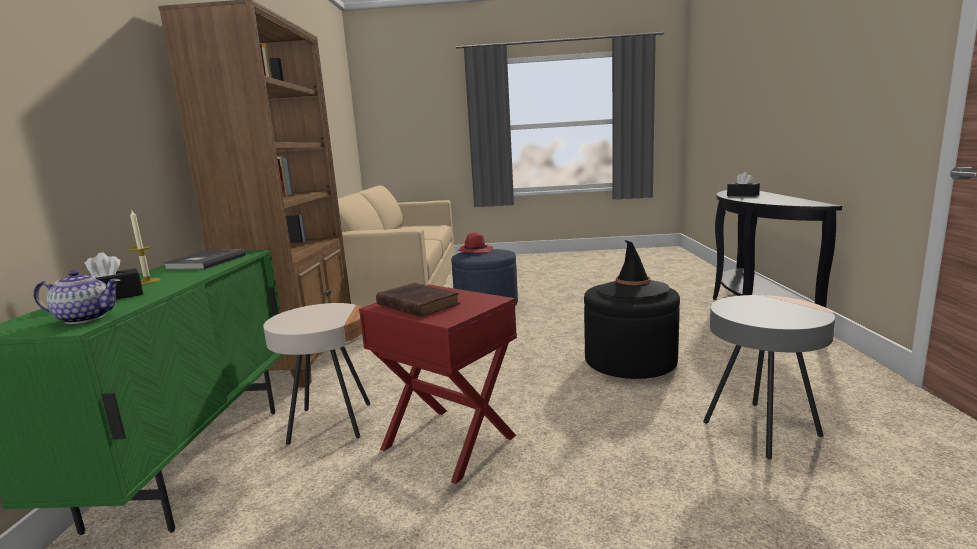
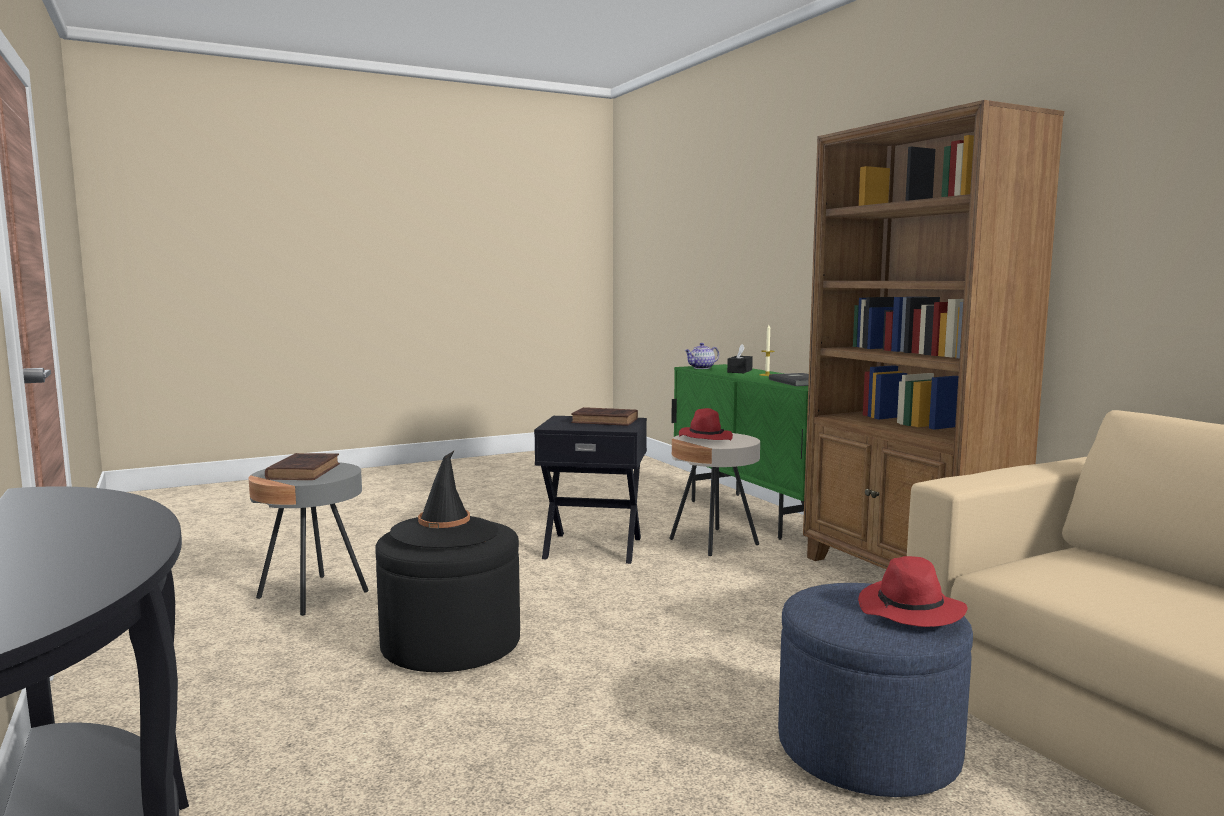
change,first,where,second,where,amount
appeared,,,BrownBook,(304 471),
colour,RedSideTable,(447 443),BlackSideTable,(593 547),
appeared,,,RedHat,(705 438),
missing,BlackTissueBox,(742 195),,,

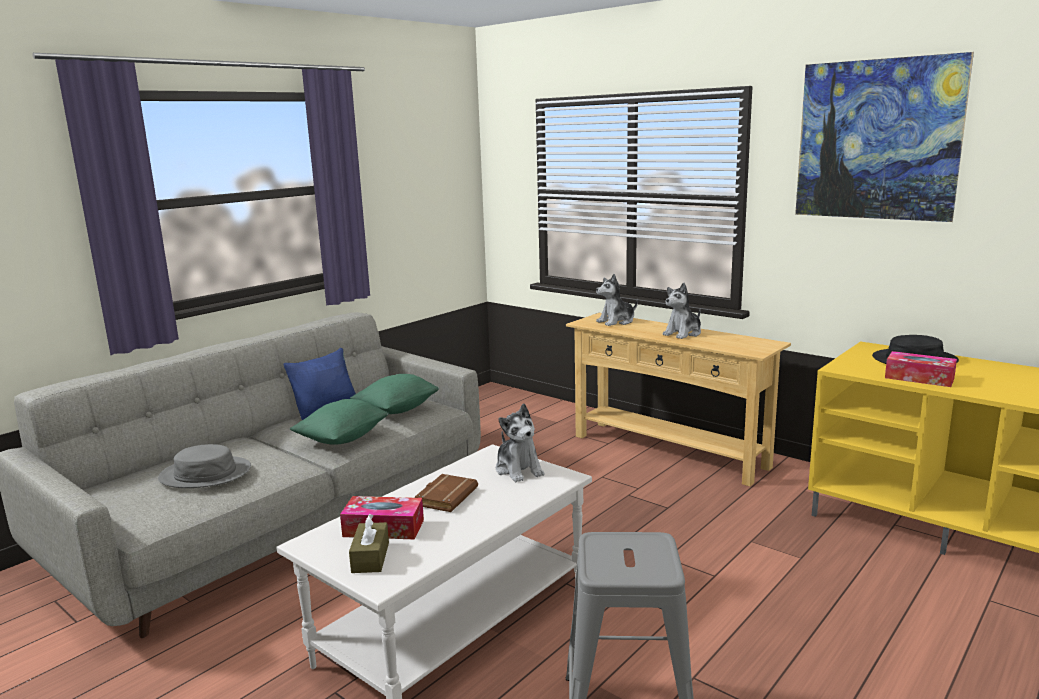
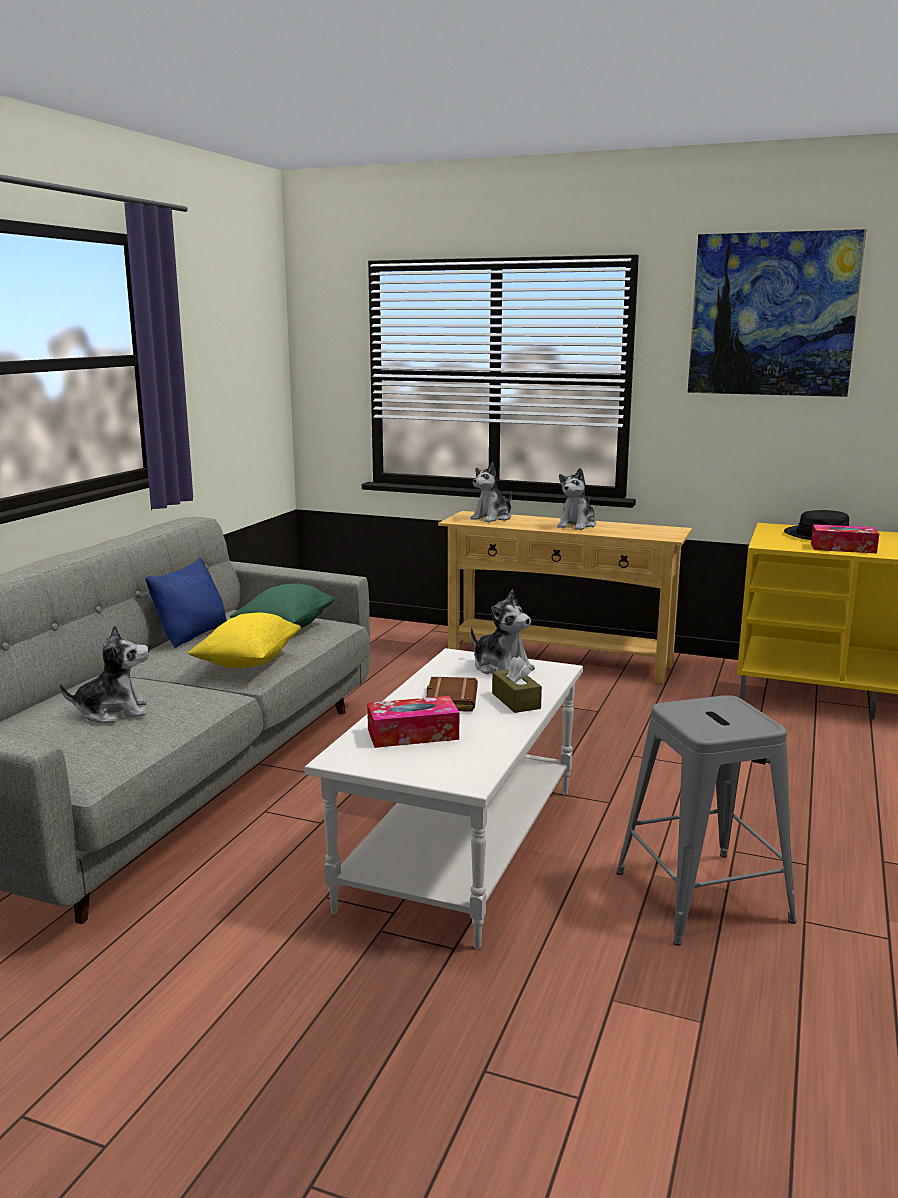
change,first,where,second,where,amount
exchanged,GreyHat,(205 474),PlushToy,(113 712),
colour,GreenPillow,(342 439),YellowPillow,(248 662),
relocated,BrownTissueBox,(370 557),,(516 701),

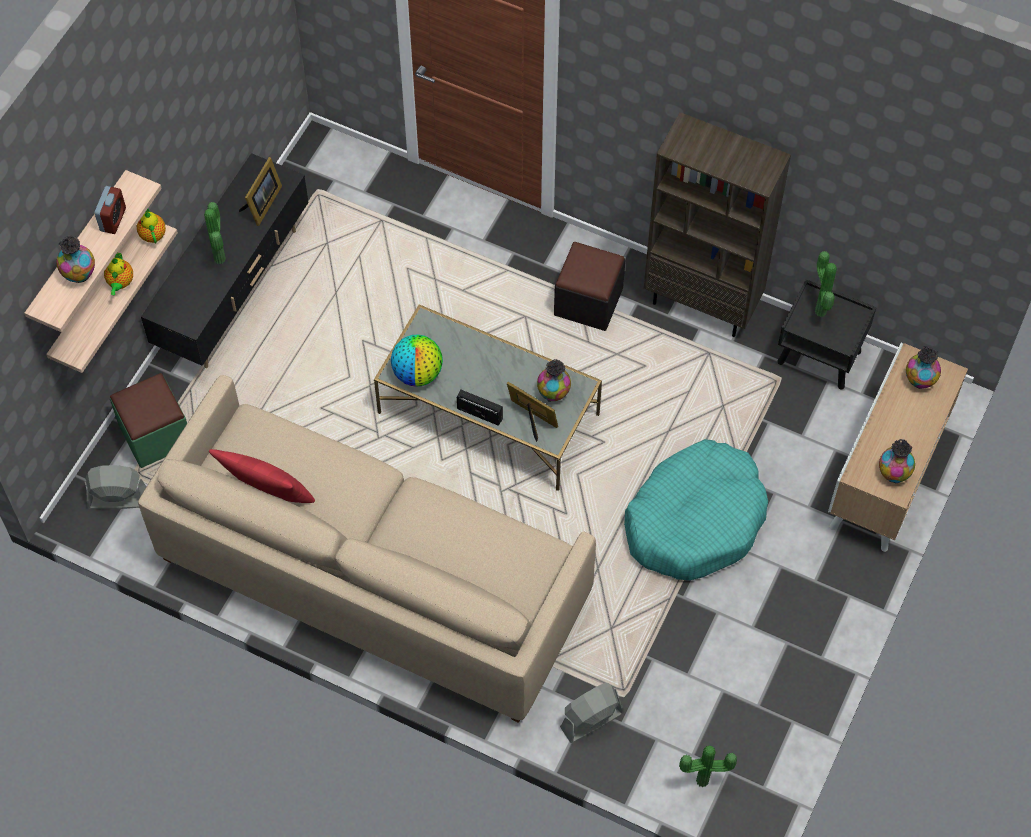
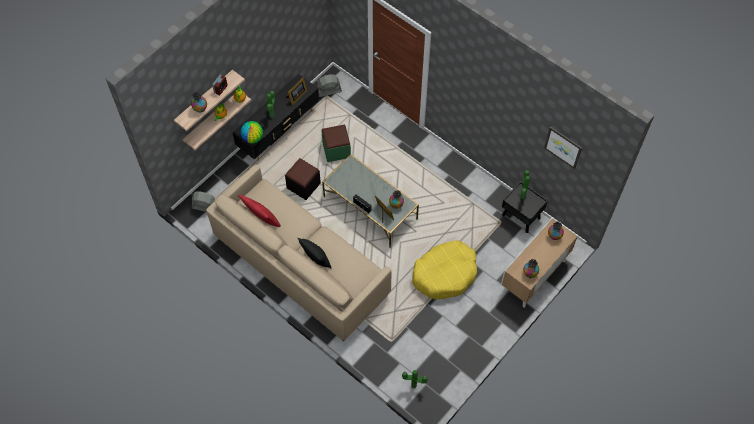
change,first,where,second,where,amount
relocated,Globe,(418 373),,(253 138),
relocated,BlackOttoman,(588 301),,(303 185),
appeared,,,BlackPillow,(316 259),
relocated,GreyFan,(591 720),,(329 91),
relocated,GreenOttoman,(155 434),,(336 150),
colour,TurquoiseDogBed,(695 519),YellowDogBed,(445 274),
appeared,,,Picture,(563 147),
missing,BrownBookcase,(703 303),,,

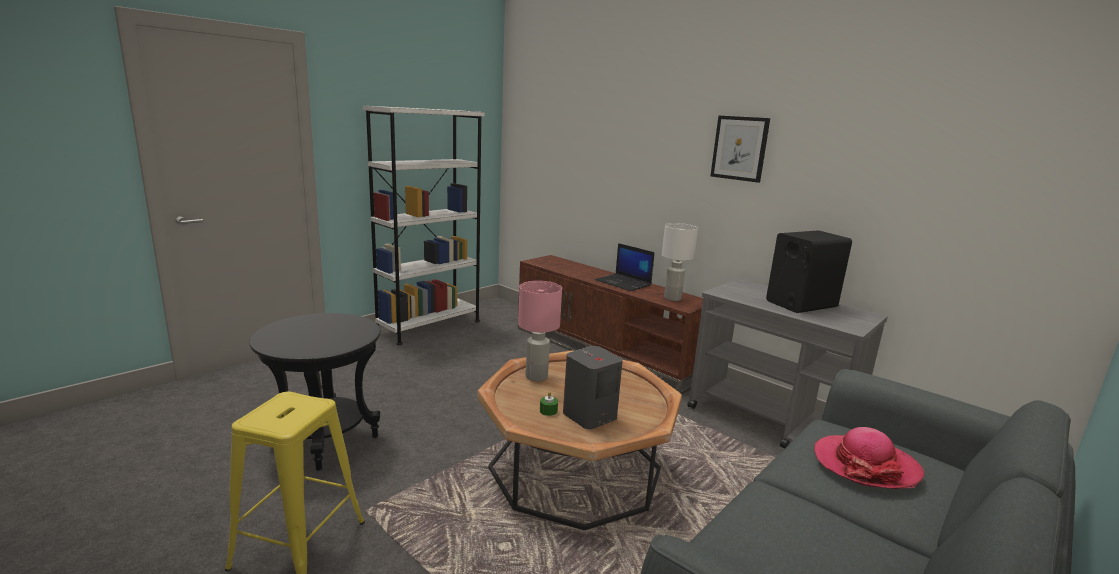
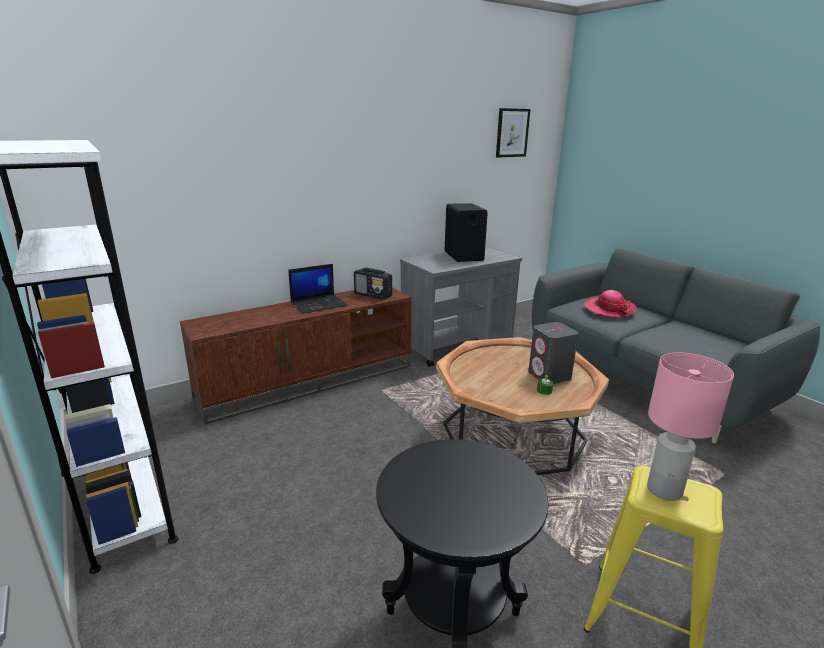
change,first,where,second,where,amount
exchanged,WhiteTableLamp,(673 298),Radio,(373 295),
relocated,Picture,(739 148),,(512 133),
relocated,PinkTableLamp,(536 377),,(665 490),

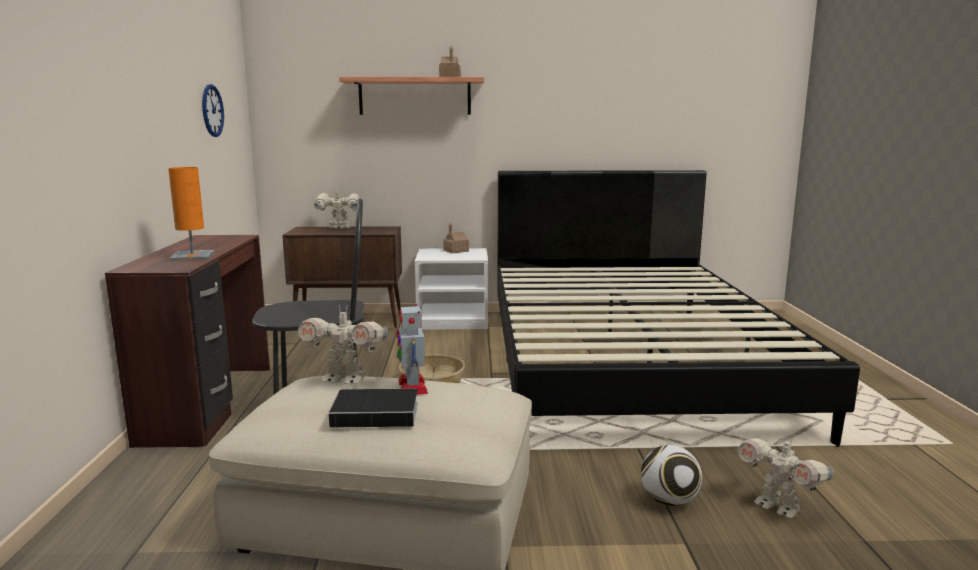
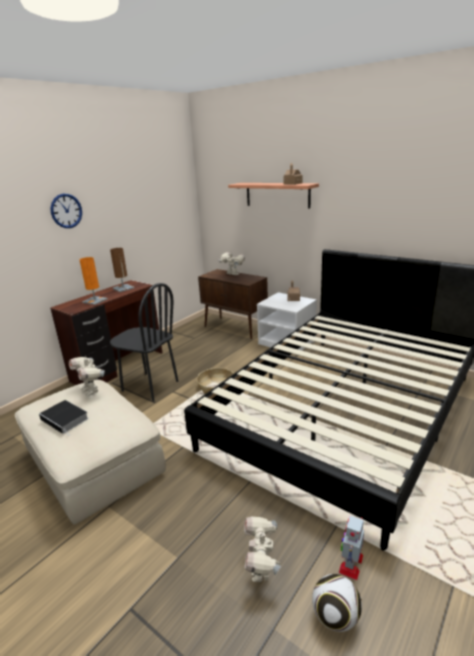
change,first,where,second,where,amount
relocated,WallClock,(212 110),,(66 211),
appeared,,,BrownTableLamp,(123 288),
relocated,Football,(669 501),,(335 617),
relocated,ToyRobot,(412 386),,(351 563),

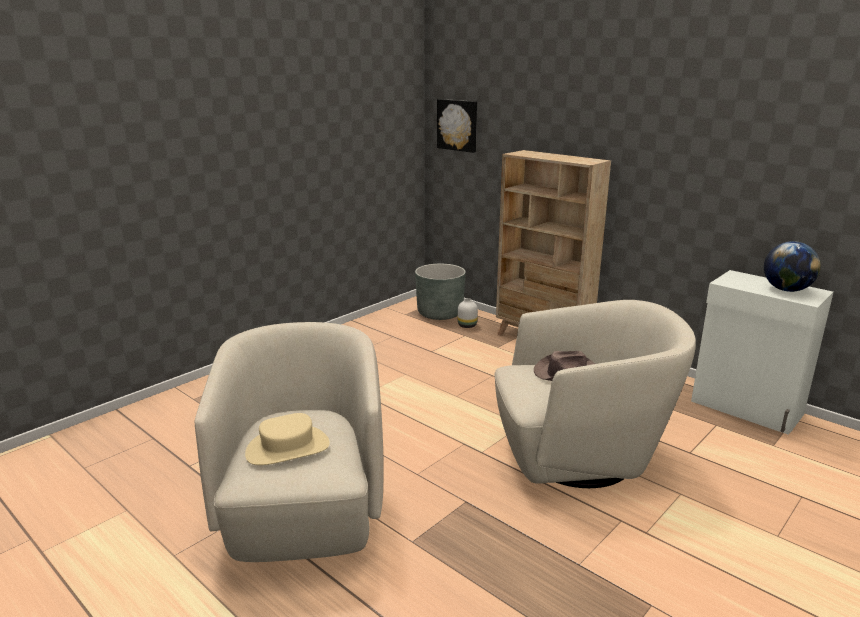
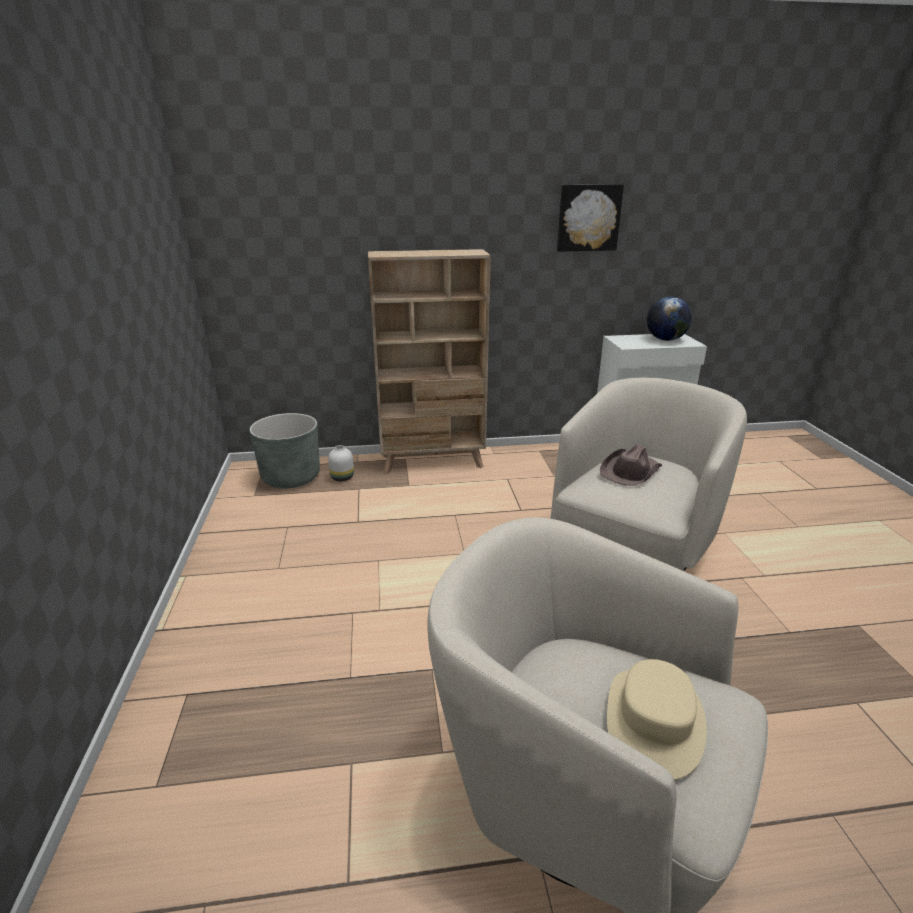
change,first,where,second,where,amount
relocated,Picture,(458 125),,(588 218),

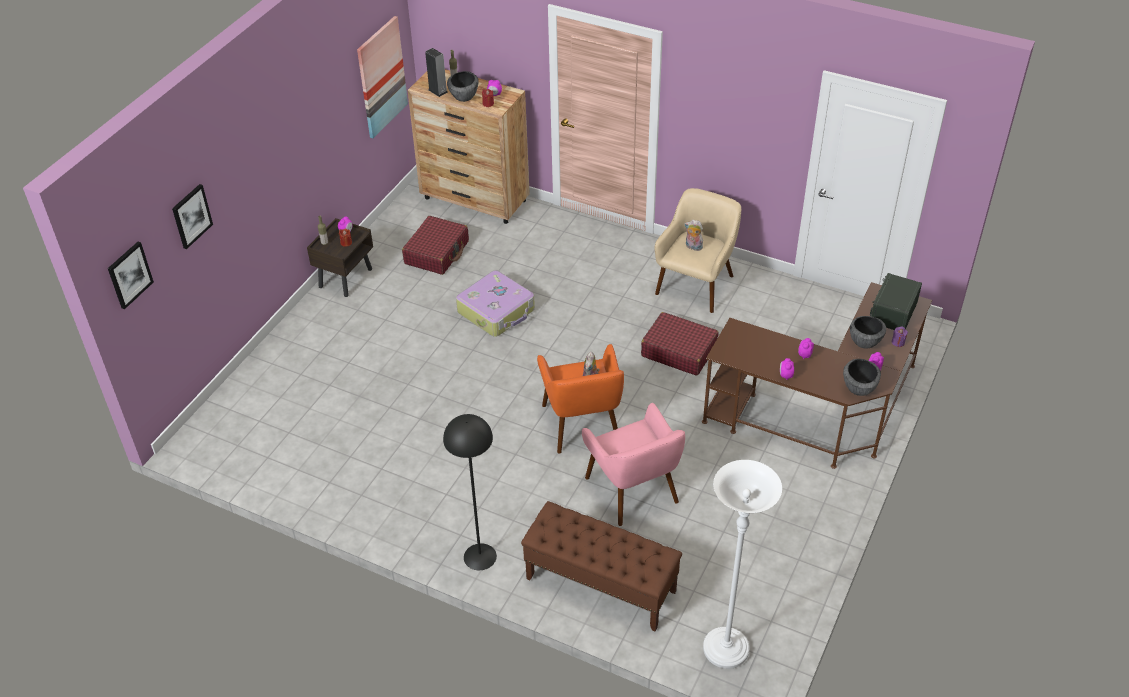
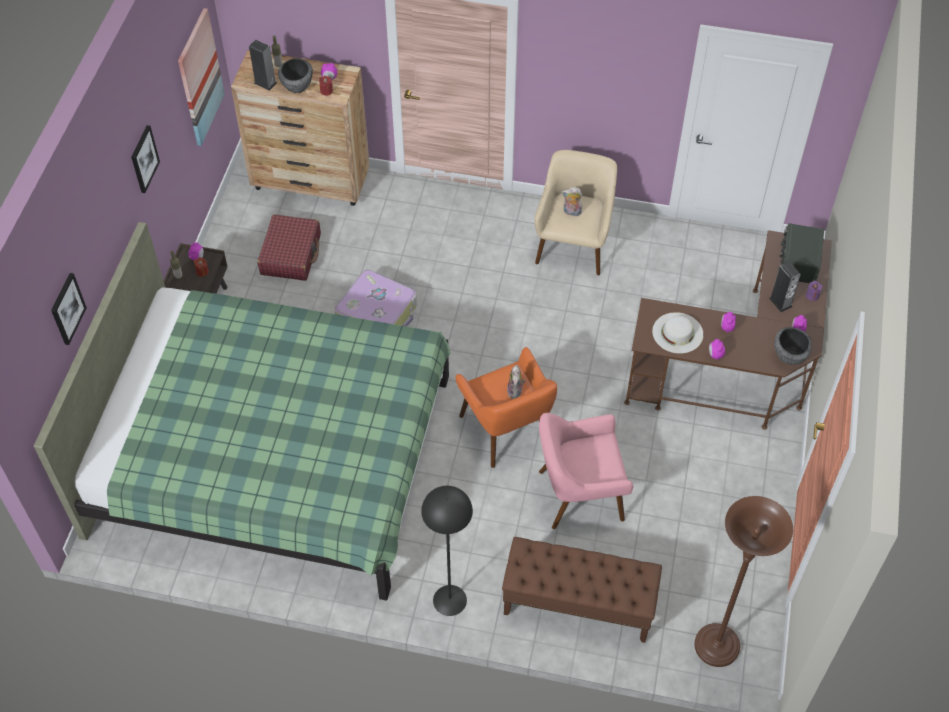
change,first,where,second,where,amount
appeared,,,GreenBed,(273 456),
relocated,Picture,(129 274),,(144 159),
spun,PinkArmchair,(633 490),,(579 494),120 degrees clockwise
appeared,,,WhiteHat,(677 333),
colour,WhiteFloorLamp,(725 649),BrownFloorLamp,(716 646),
exchanged,Bowl,(864 342),Speaker,(780 302),
missing,RedSuitcase,(678 351),,,

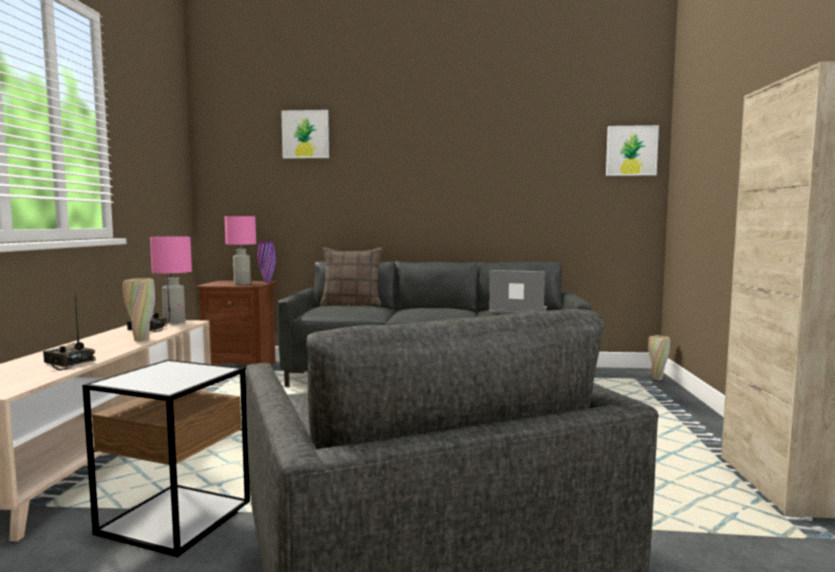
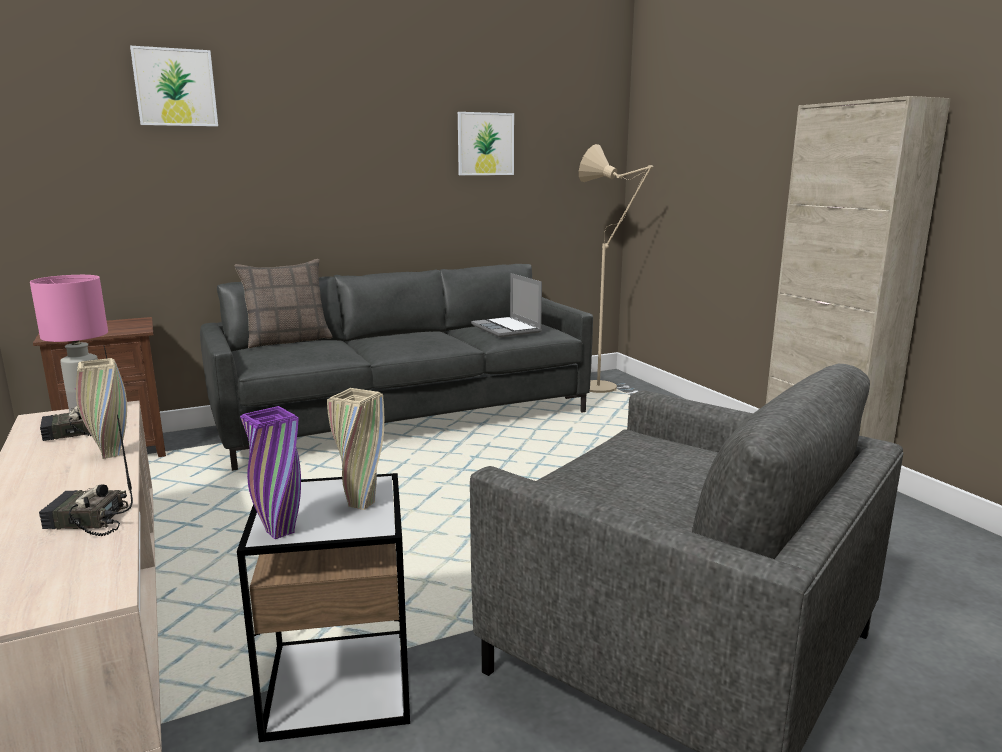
change,first,where,second,where,amount
relocated,PurpleVase,(267 281),,(280 532),
relocated,BeigeVase,(657 379),,(361 504),
relocated,Picture,(631 151),,(485 144),
spun,Laptop,(517 311),,(507 329),105 degrees counterclockwise
appeared,,,BeigeFloorLamp,(605 389),
missing,PinkTableLamp,(242 284),,,

